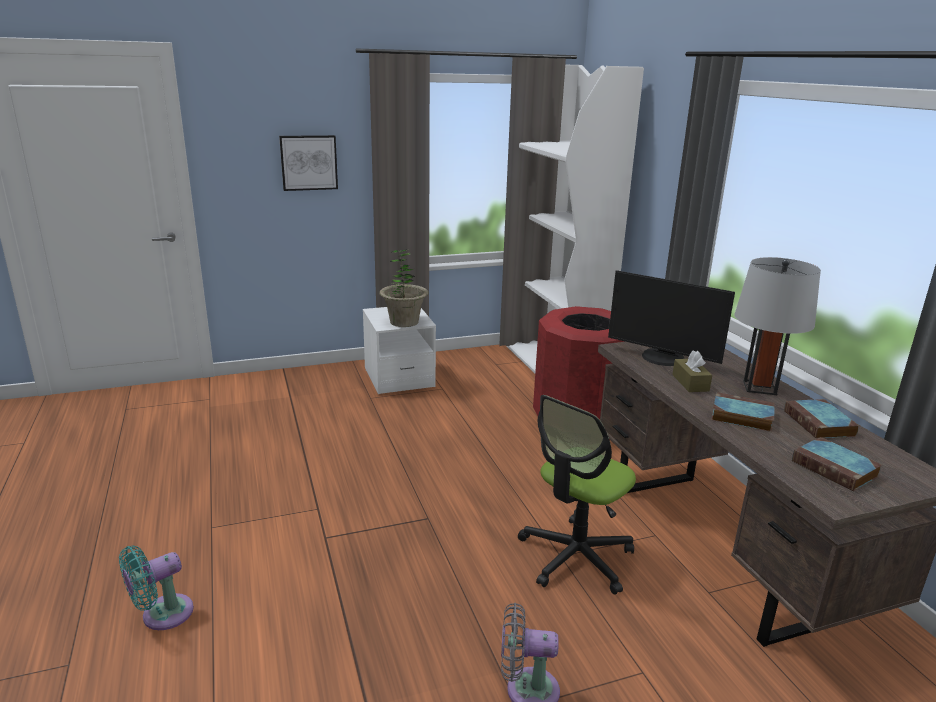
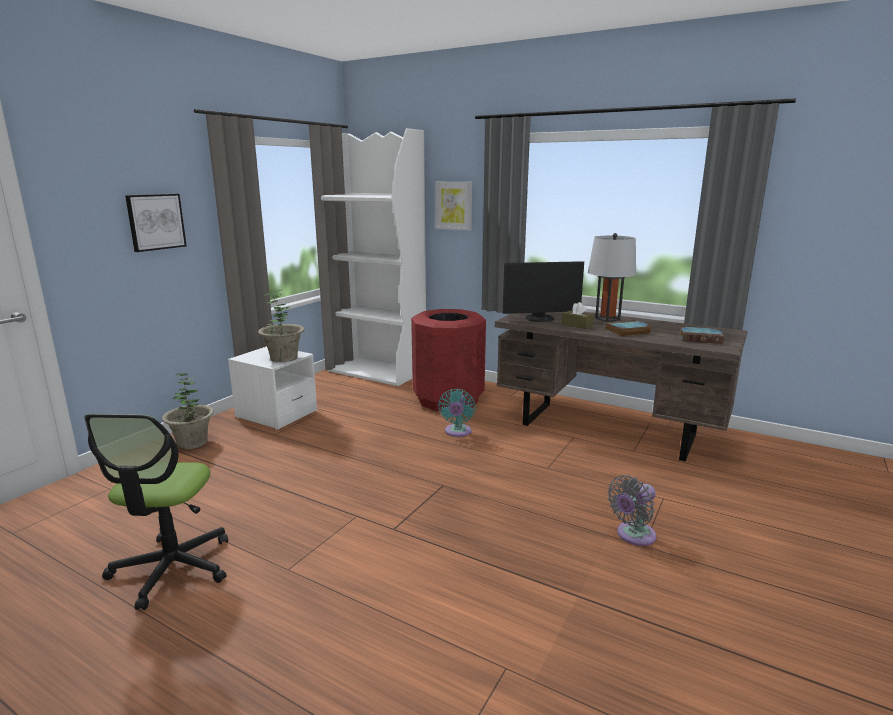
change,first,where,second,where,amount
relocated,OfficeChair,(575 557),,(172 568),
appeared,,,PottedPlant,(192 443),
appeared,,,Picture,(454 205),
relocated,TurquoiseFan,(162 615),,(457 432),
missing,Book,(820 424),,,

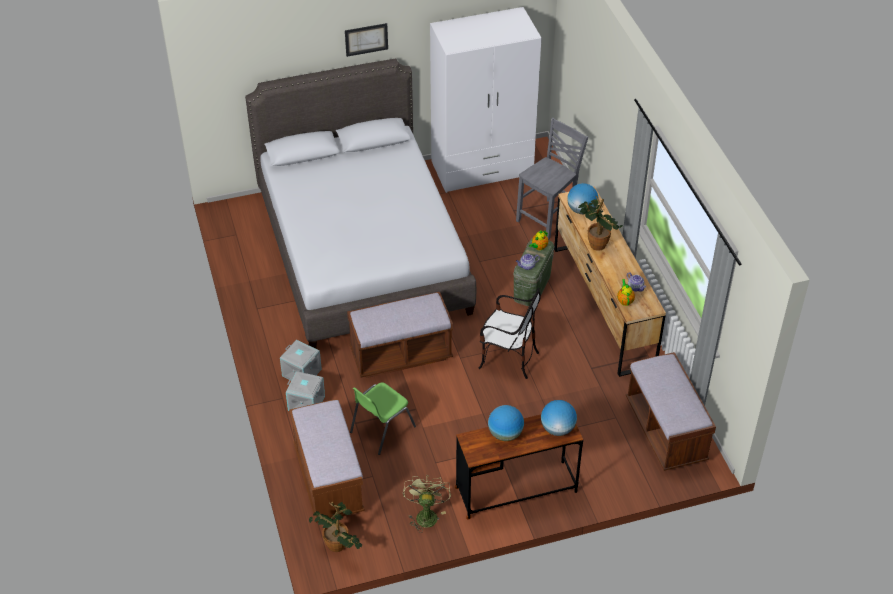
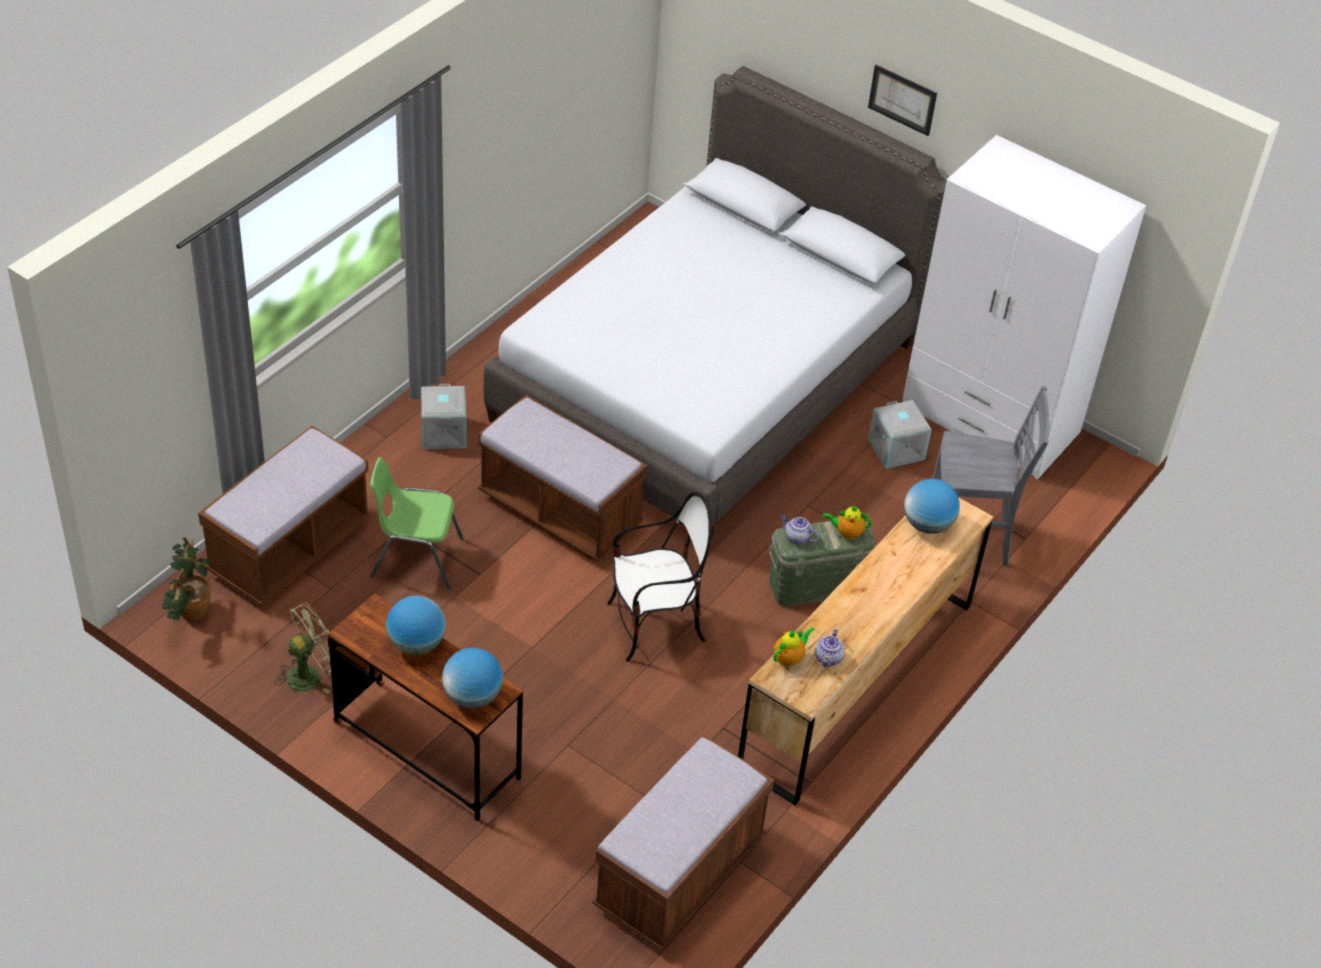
change,first,where,second,where,amount
spun,Chair,(508 359),,(655 626),90 degrees counterclockwise
relocated,GreyStorageBox,(307 402),,(897 449),
missing,PottedPlant,(596 242),,,

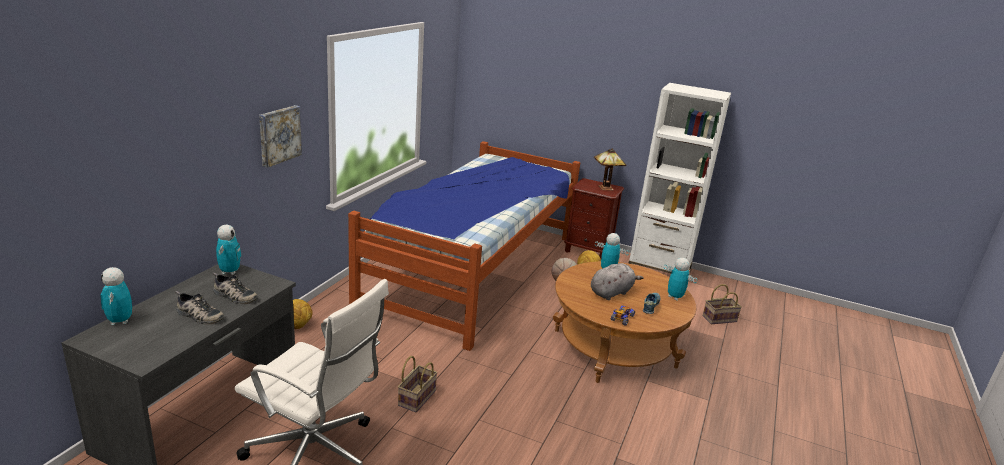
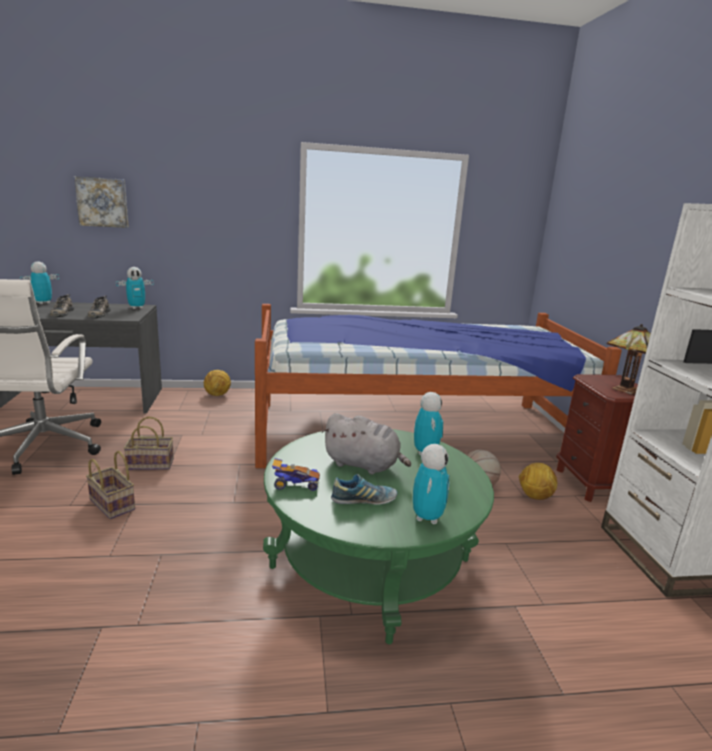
change,first,where,second,where,amount
relocated,Picture,(279 135),,(102 202),
relocated,Basket,(719 318),,(114 504),
colour,BrownCoffeeTable,(614 349),GreenCoffeeTable,(370 563),

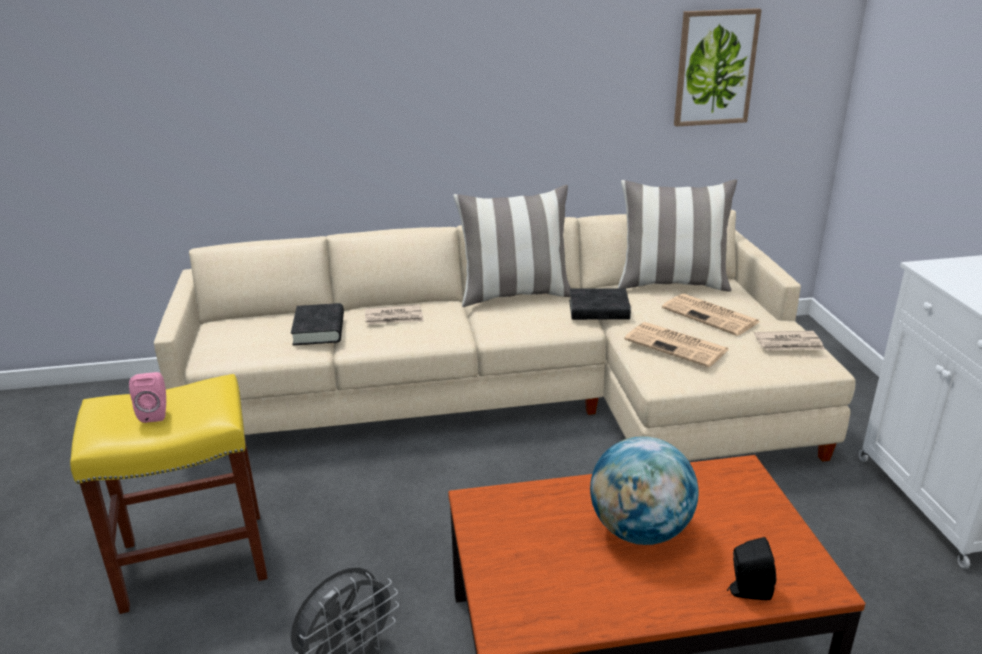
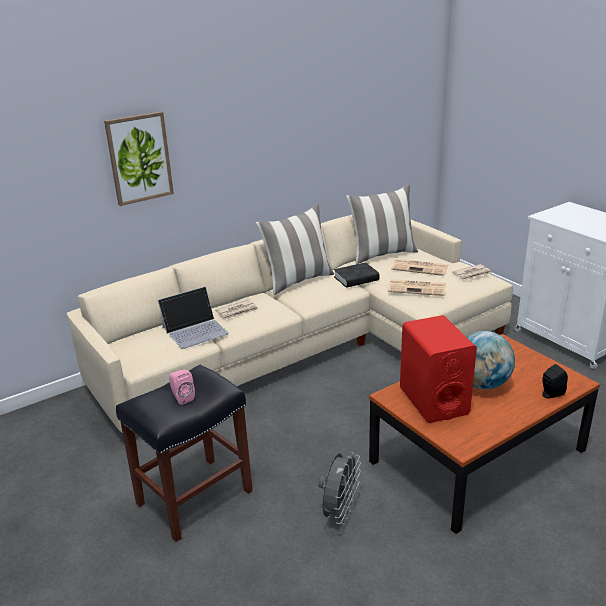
change,first,where,second,where,amount
relocated,Picture,(715 68),,(139 158),
colour,YellowStool,(197 559),BlackStool,(195 496),
exchanged,BlackBook,(319 330),Laptop,(195 330),
appeared,,,RedSpeaker,(433 400),

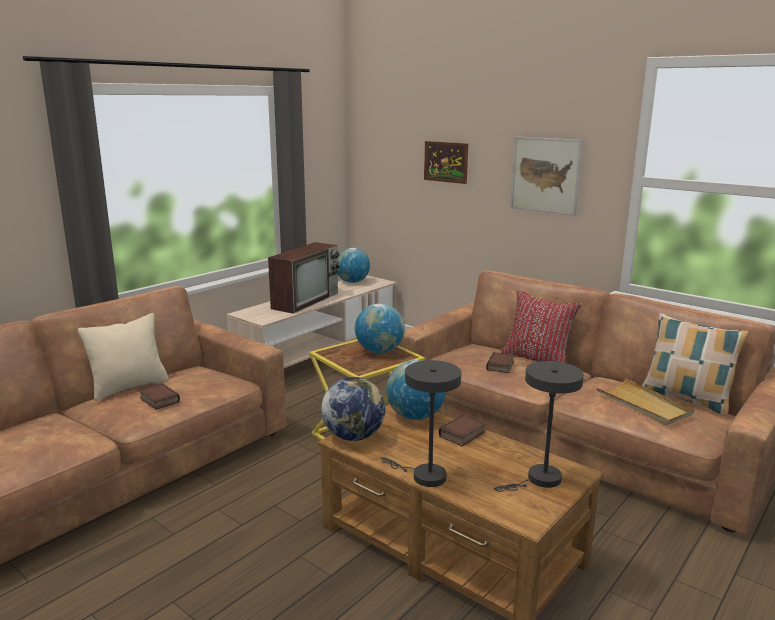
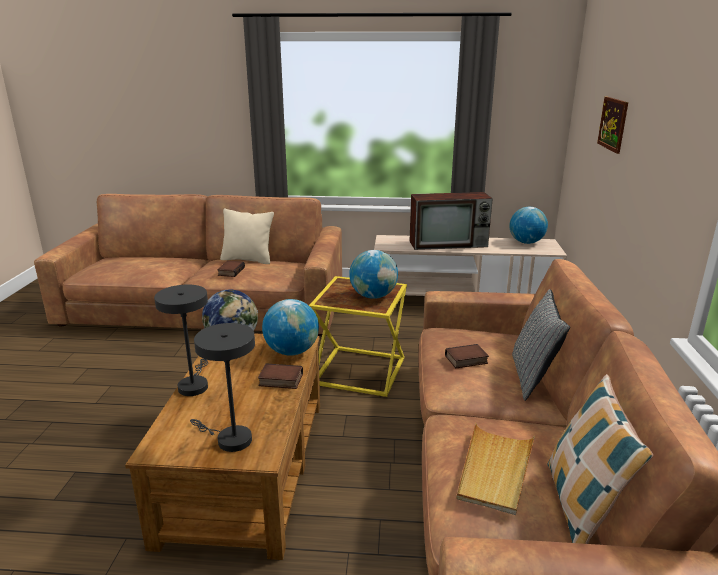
change,first,where,second,where,amount
colour,RedPillow,(537 359),GreyPillow,(533 377),
missing,Picture,(545 175),,,

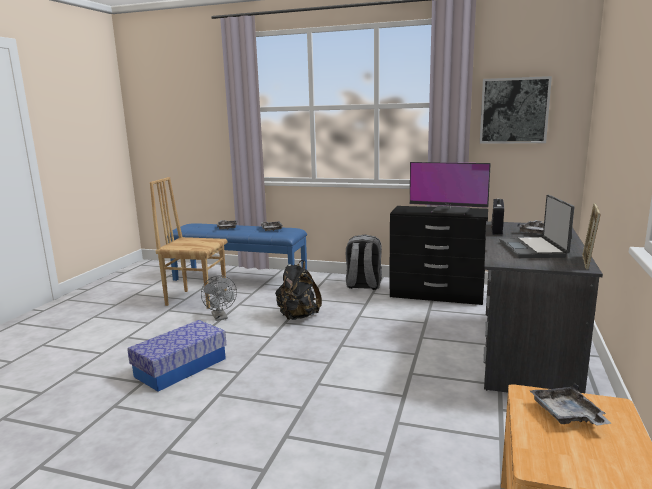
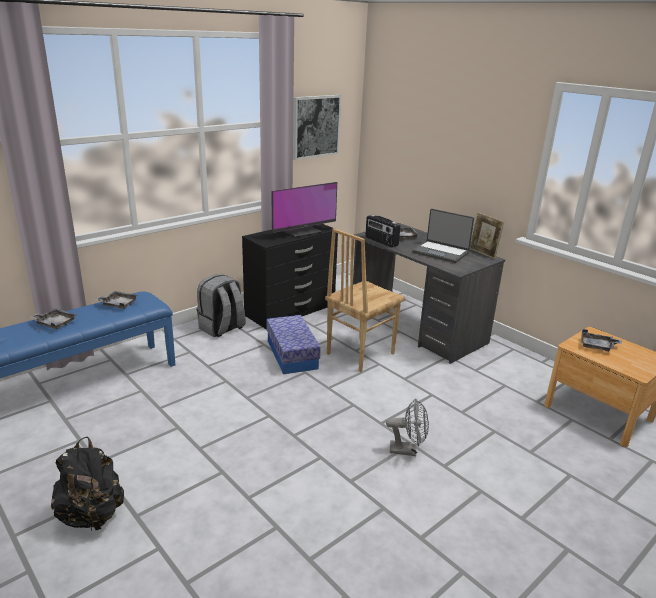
change,first,where,second,where,amount
relocated,BlackBackpack,(298 316),,(92 515),
relocated,StorageBox,(181 367),,(292 354),
relocated,BrownChair,(196 299),,(359 353),
relocated,GreyFan,(220 317),,(407 450),

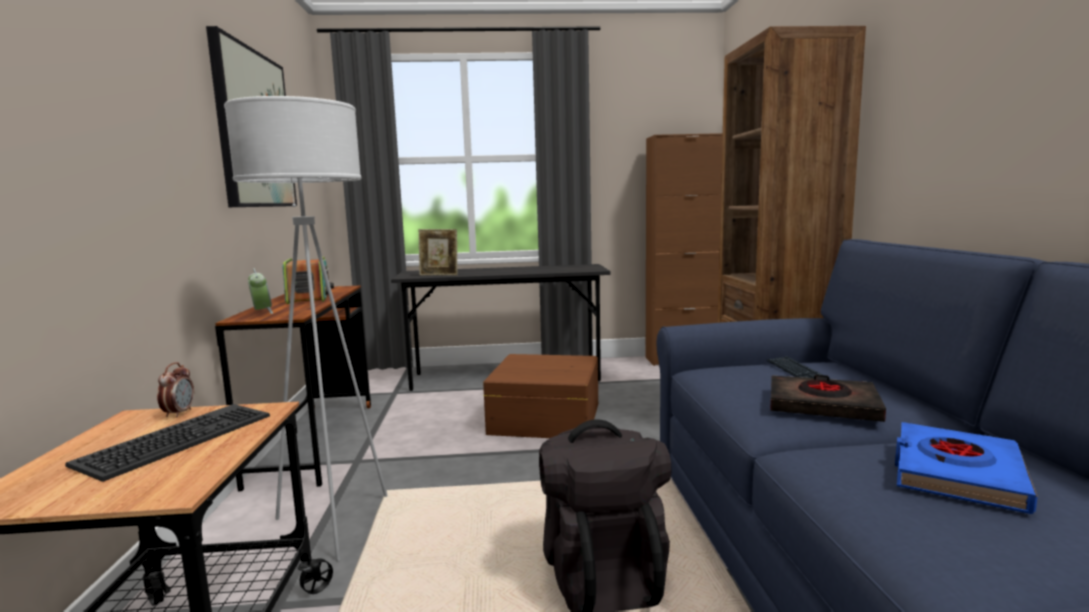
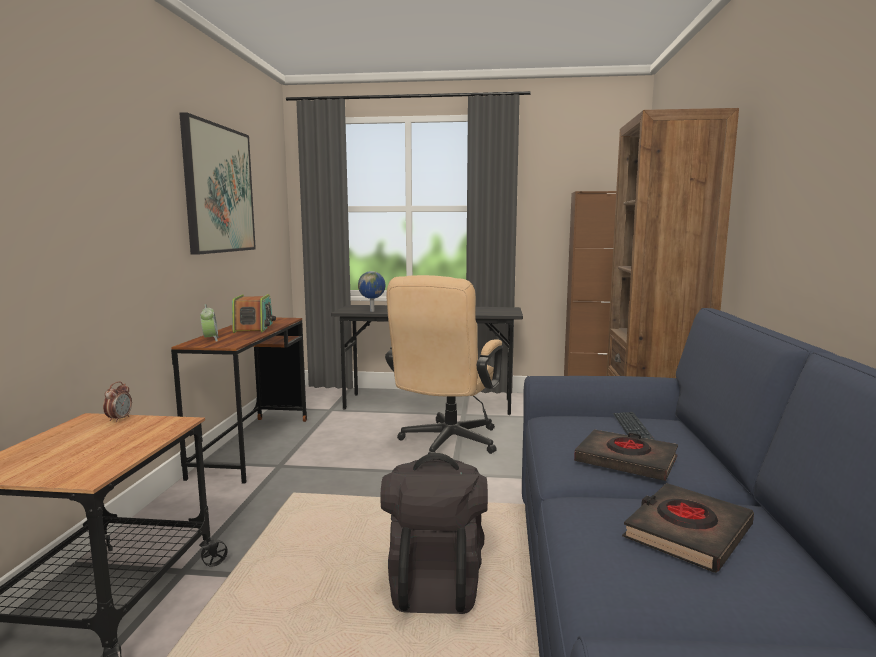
change,first,where,second,where,amount
exchanged,PictureFrame,(439 275),Globe,(372 311),
exchanged,BrownStorageBox,(544 418),BeigeOfficeChair,(446 444),
colour,BlueBook,(956 474),BlackBook,(687 533),
missing,Keyboard,(179 440),,,
missing,WhiteFloorLamp,(334 524),,,

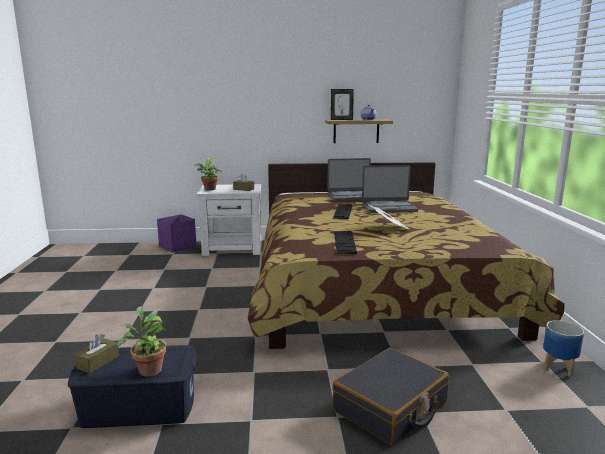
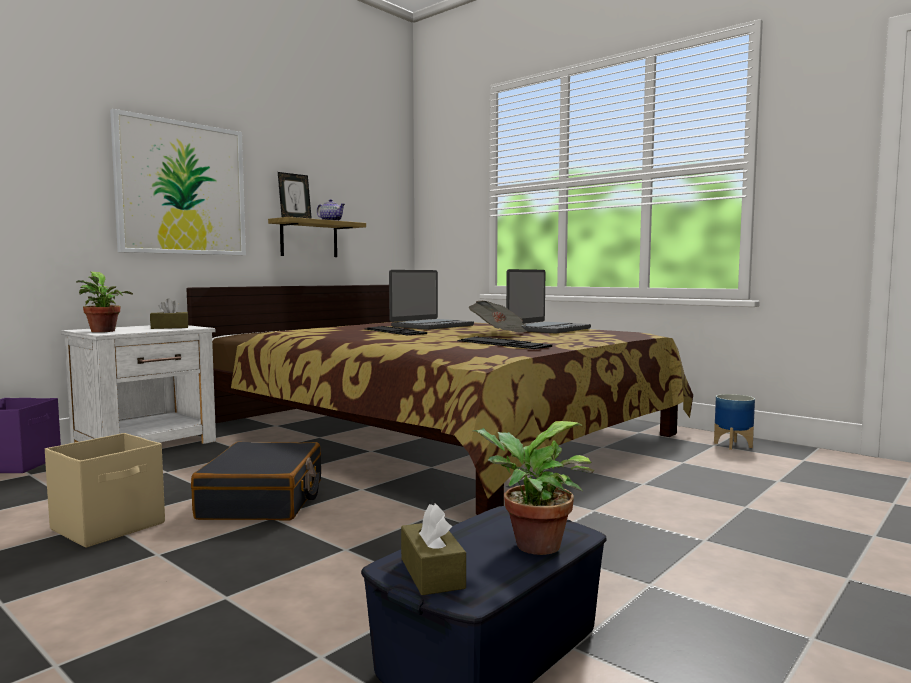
change,first,where,second,where,amount
appeared,,,BeigeStorageBox,(110 526),
appeared,,,Picture,(182 188),
relocated,BlackSuitcase,(390 407),,(263 499),
relocated,Laptop,(351 196),,(548 329),

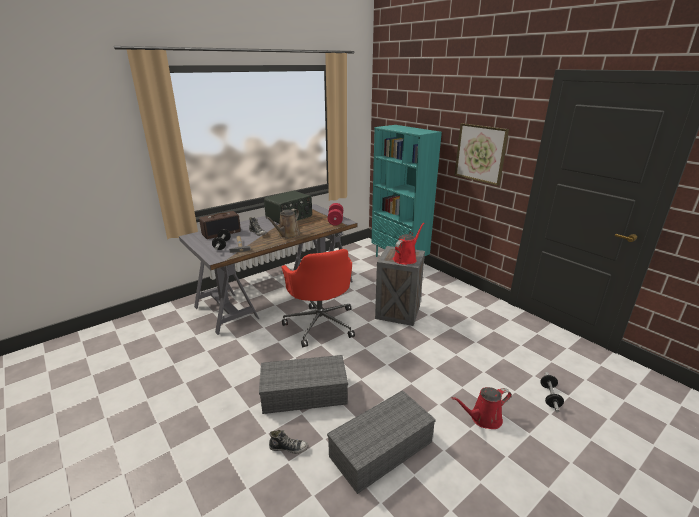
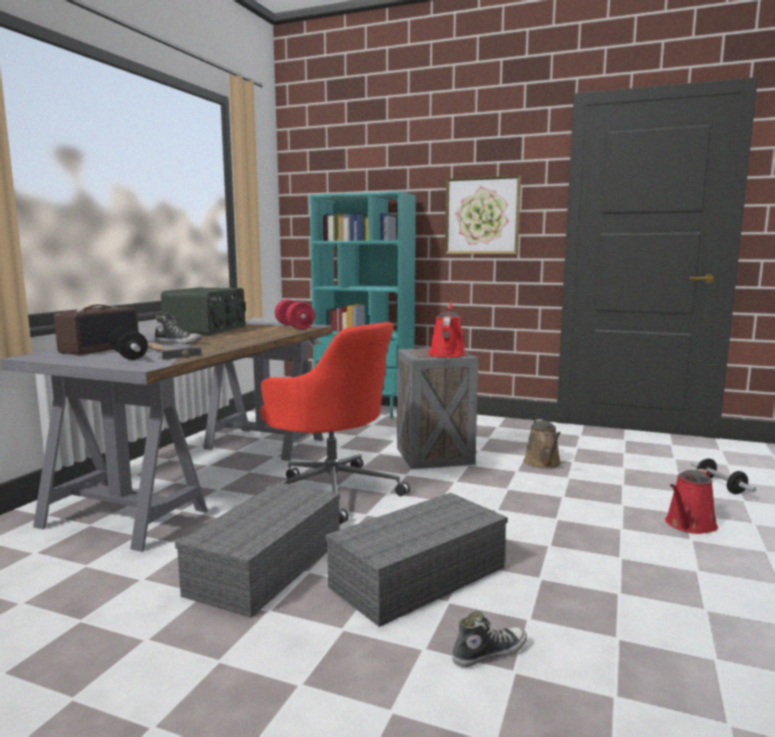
change,first,where,second,where,amount
relocated,GreyStorageBox,(380 450),,(267 567),
relocated,BrownWateringCan,(287 235),,(543 463),

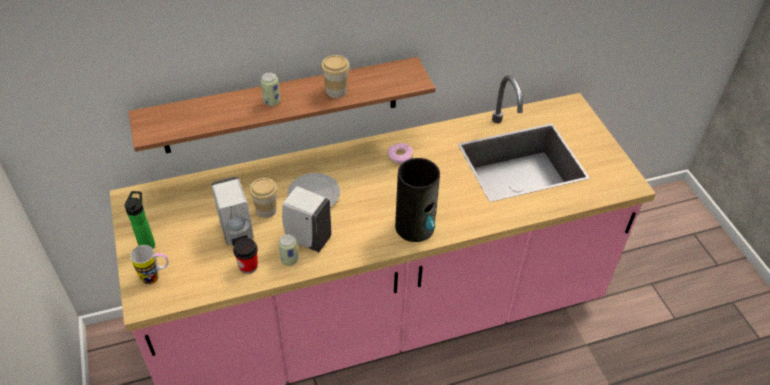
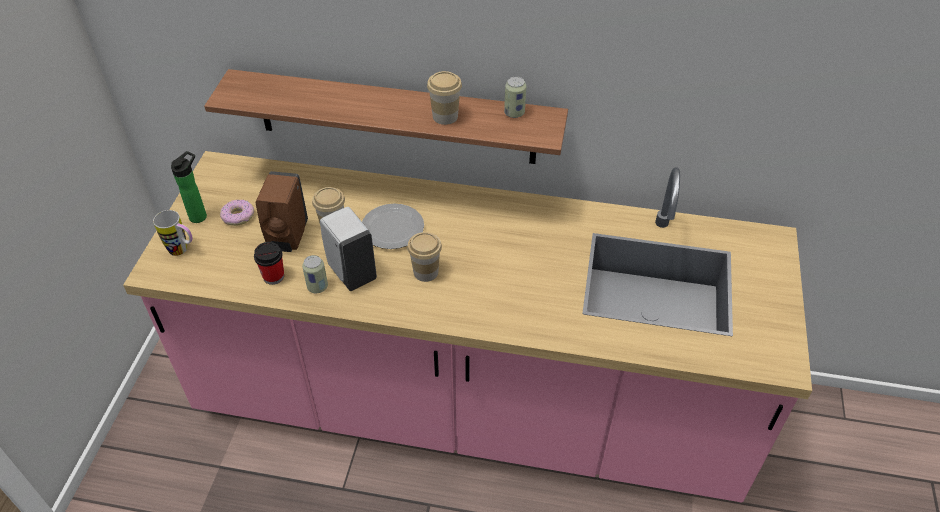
change,first,where,second,where,amount
relocated,Donut,(400 156),,(238 216),
colour,WhiteSoapDispenser,(237 233),BrownSoapDispenser,(288 238),
appeared,,,Cup,(426 272),
relocated,Can,(272 101),,(514 113),
missing,Vase,(415 227),,,

